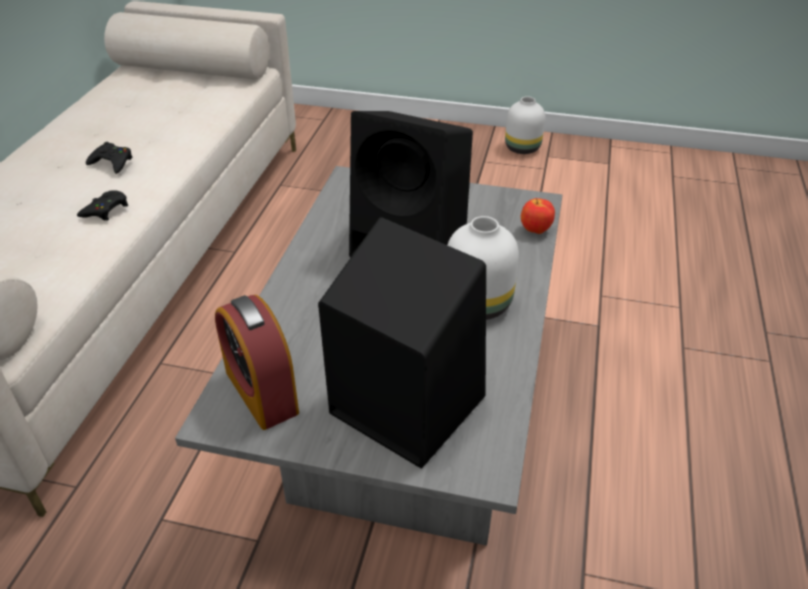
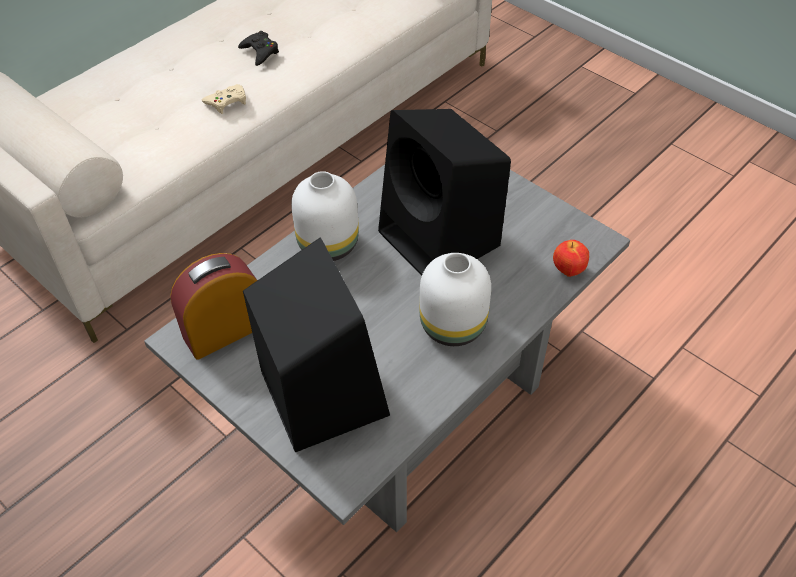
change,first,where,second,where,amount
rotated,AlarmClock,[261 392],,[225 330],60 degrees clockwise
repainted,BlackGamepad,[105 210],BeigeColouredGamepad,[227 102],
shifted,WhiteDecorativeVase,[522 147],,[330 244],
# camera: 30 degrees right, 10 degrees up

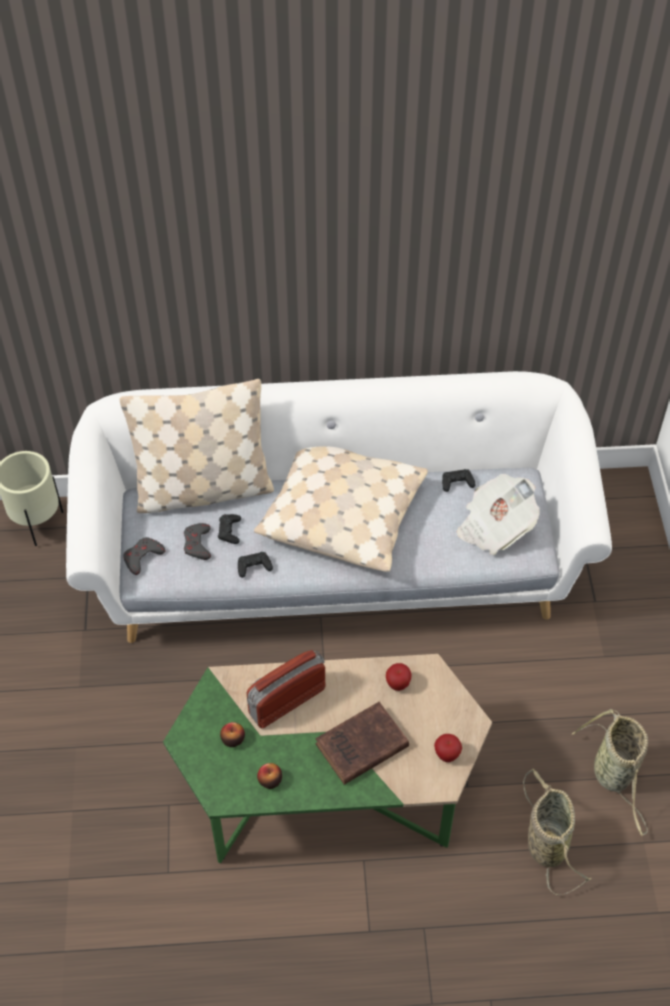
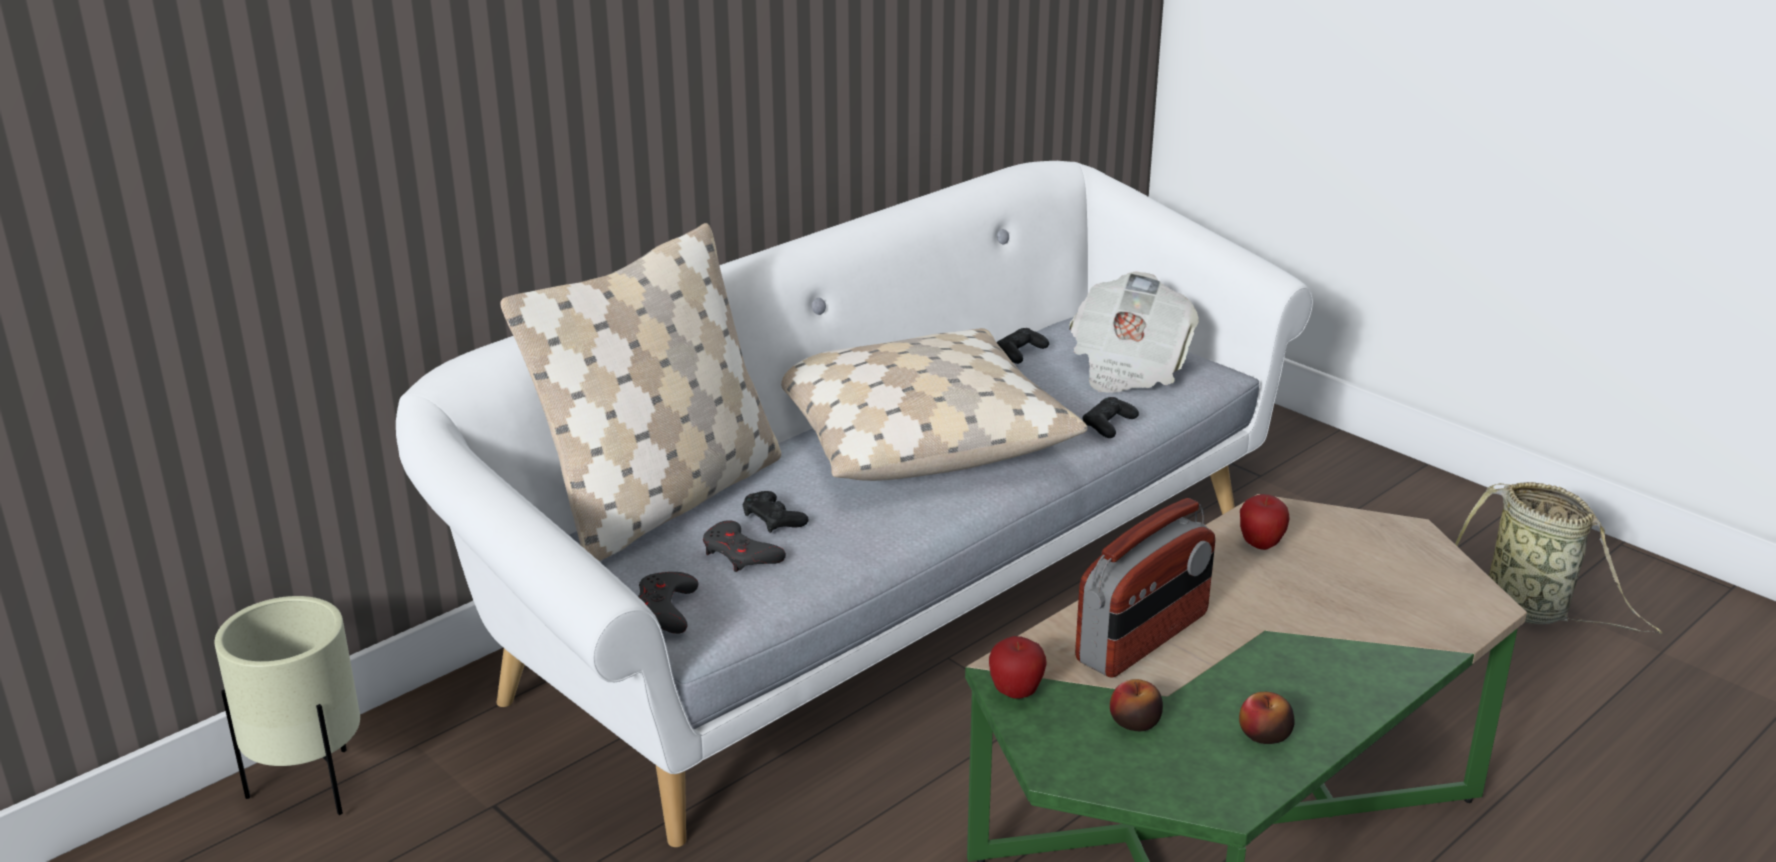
change,first,where,second,where,amount
shifted,WholeApple,[447 755],,[1016 693],
rotated,RadioSet,[286 701],,[1143 638],150 degrees counterclockwise
shifted,BlackGamepad,[254 567],,[1108 424],
gone,BrownColouredBoundBook,[359 747],,,
gone,Basket,[545 842],,,
# camera: 40 degrees left, 25 degrees down

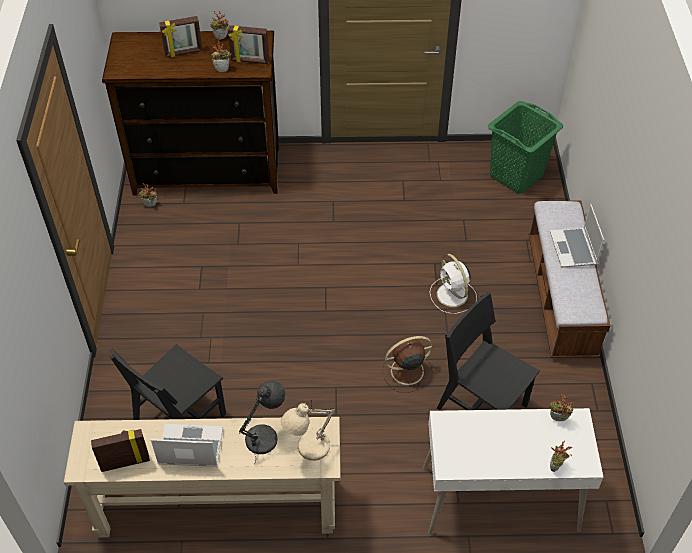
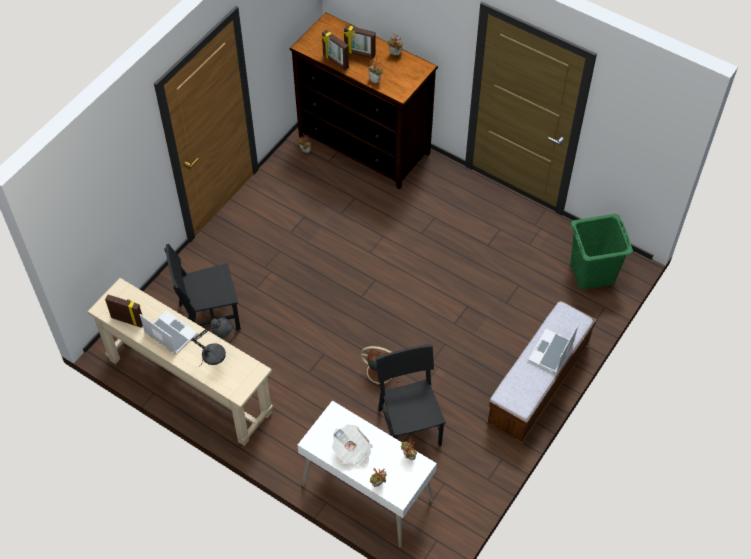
change,first,where,second,where,amount
shifted,PictureFrame,[250 61],,[335 62],
new,,,PrintedPaper,[353 452],
gone,BeigeColouredLampForATable,[309 448],,,
gone,WhiteElectricFan,[453 296],,,
# camera: 35 degrees right, 5 degrees up

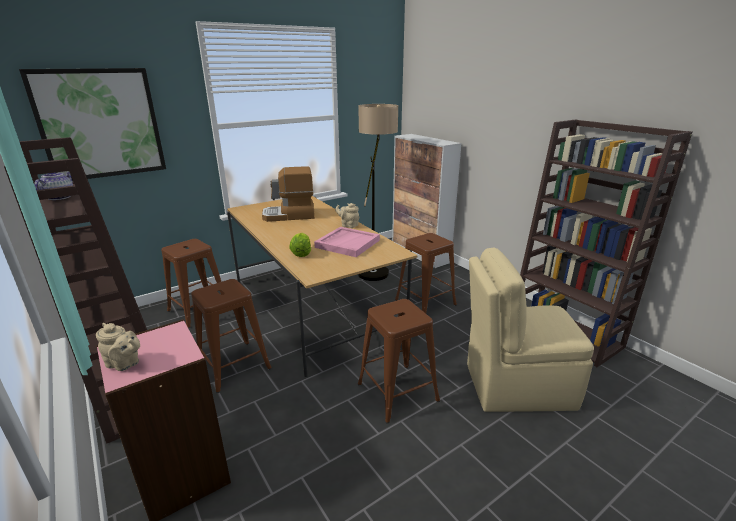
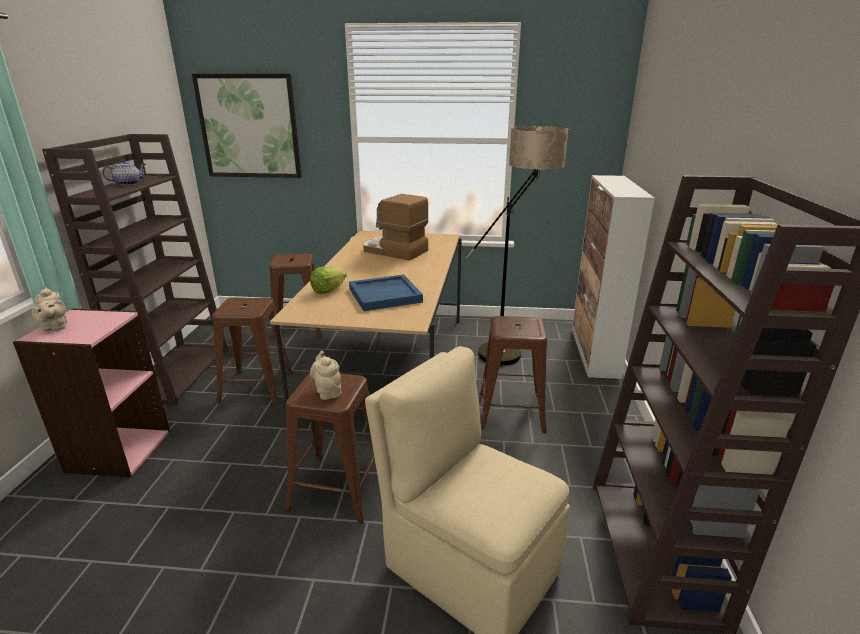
change,first,where,second,where,amount
shifted,BeigeColouredTeapot,[348 225],,[328 391],
repainted,PinkColouredCarryingTray,[347 243],BlueColouredCarryingTray,[385 295],
# camera: 40 degrees right, 0 degrees up

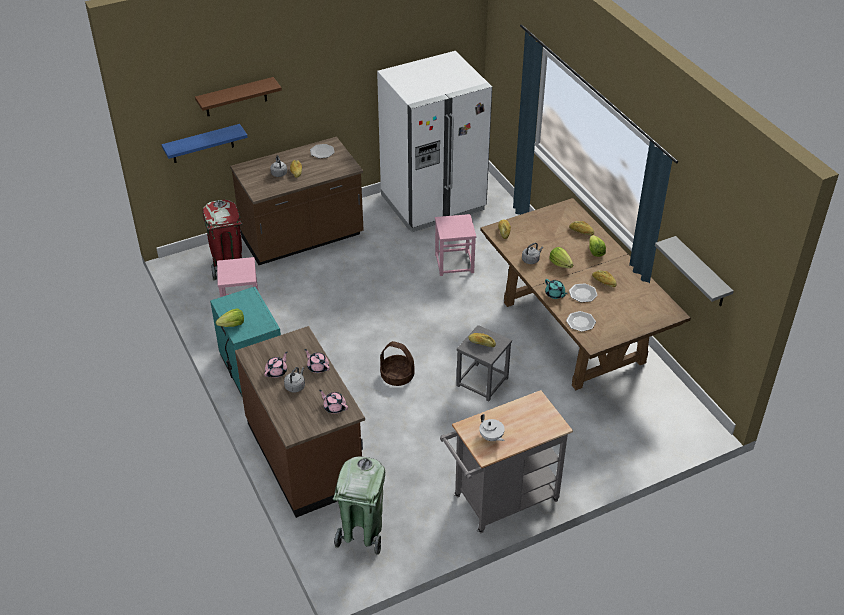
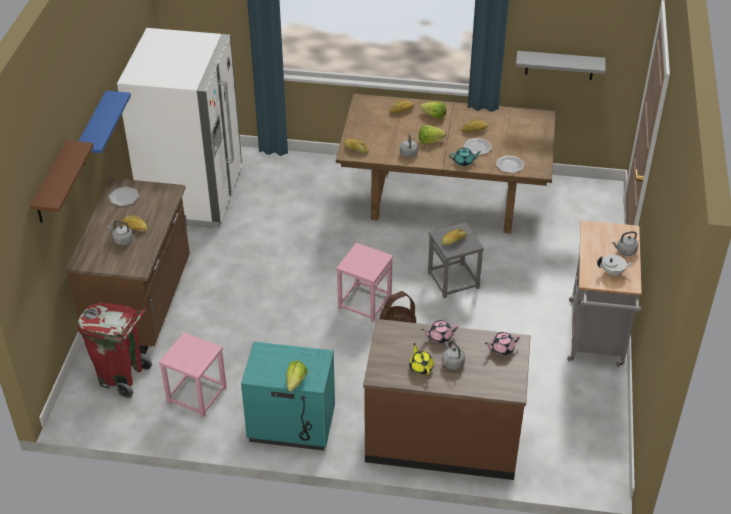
change,first,where,second,where,amount
shifted,BlueColouredWallShelf,[202 144],,[93 130],
shifted,PinkColouredSittingStool,[454 263],,[364 302],
repainted,PinkColouredTeapot,[277 371],YellowishTeapot,[421 367],
new,,,GreyishKettle,[625 251],
gone,GreenishRubbishBin,[362 533],,,
# camera: 55 degrees left, 0 degrees up

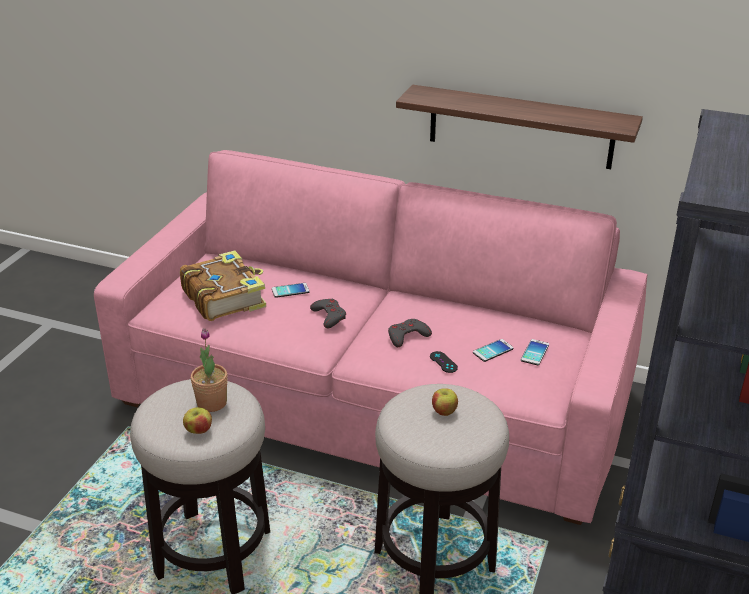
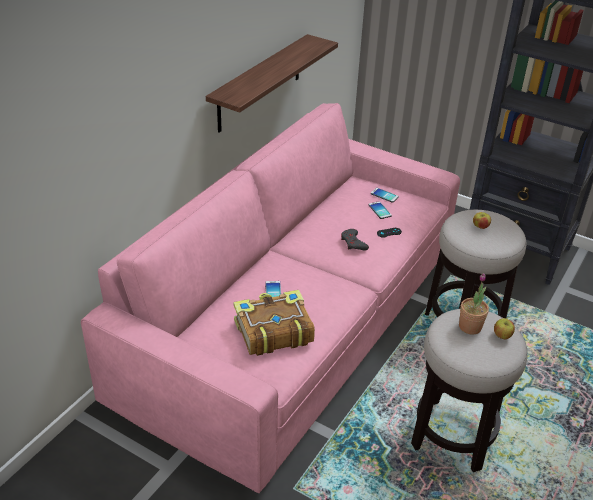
change,first,where,second,where,amount
gone,GreyishGamepad,[329 316],,,
# camera: 80 degrees left, 5 degrees up

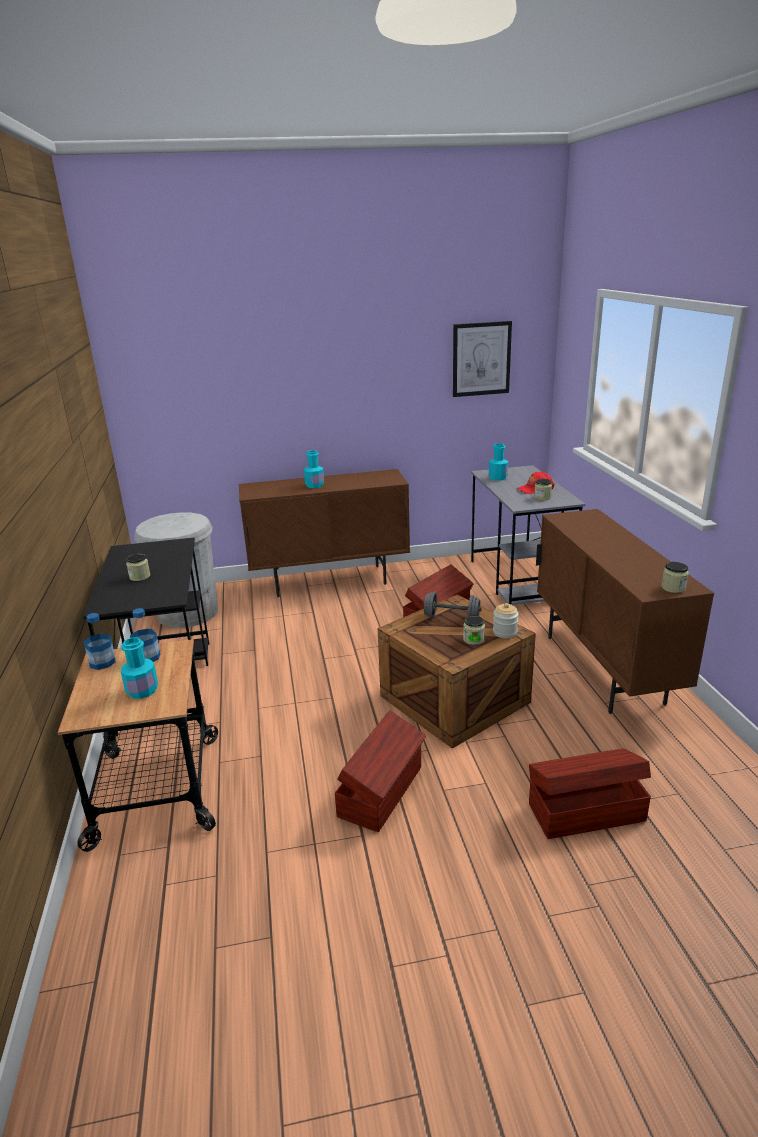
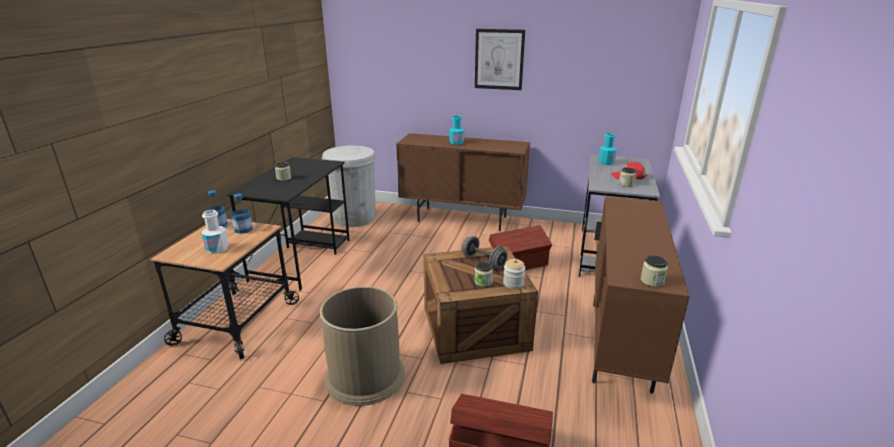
change,first,where,second,where,amount
repainted,TurquoiseBottle,[142 690],WhiteBottle,[217 248],
swapped,BrownColouredStorageBox,[382 791],BrownColouredRubbishBin,[365 375],
shifted,Picture,[481 359],,[499 59],
# camera: 25 degrees right, 0 degrees up

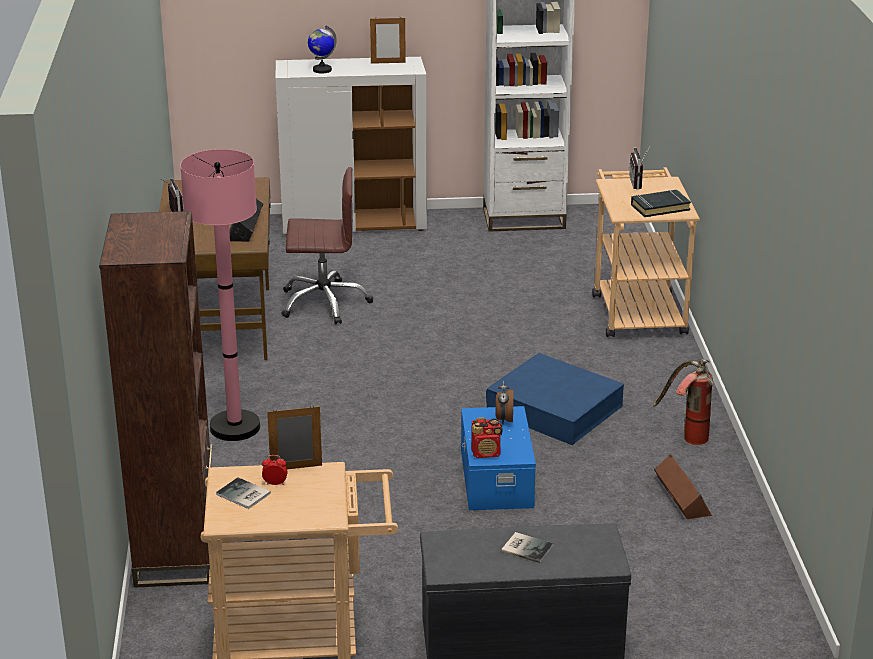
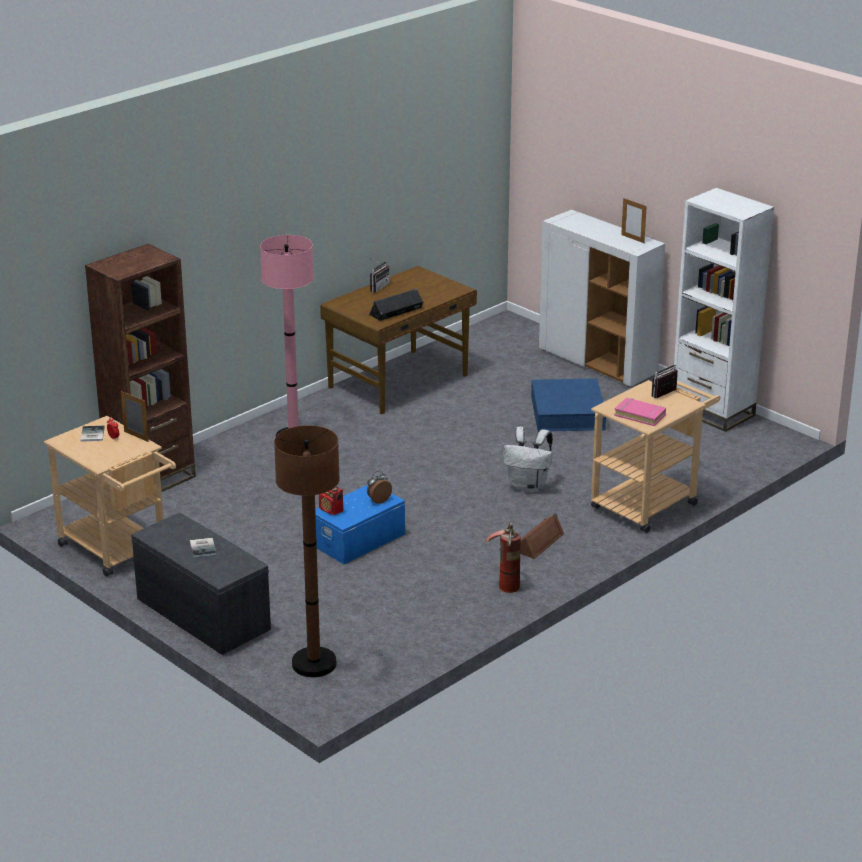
change,first,where,second,where,amount
new,,,BrownColouredStandardLamp,[314 664],
new,,,WhiteBackpack,[528 486],
shifted,BrownColouredSpeaker,[680 497],,[538 542],
shifted,BlueColouredStorageBox,[554 409],,[567 413],
repainted,BlackBoundBook,[660 207],PinkColouredBoundBook,[640 415],
gone,BrownColouredOfficeChair,[324 302],,,
gone,WorldGlobe,[322 70],,,
# camera: 50 degrees right, 0 degrees up

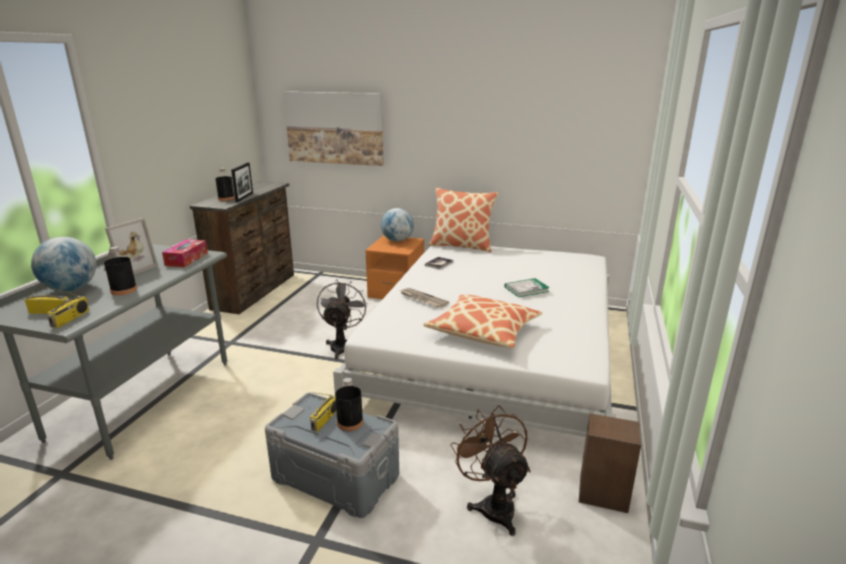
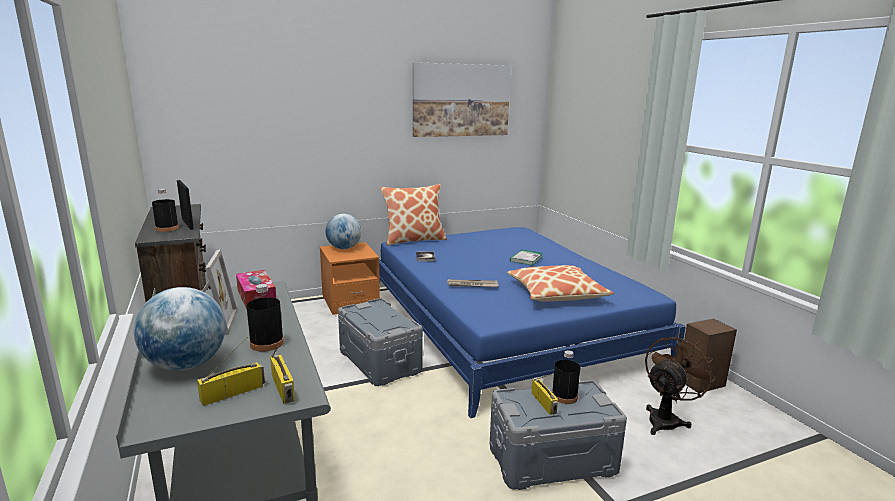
change,first,where,second,where,amount
swapped,GreyishElectricFan,[342 345],GreyishStorageBox,[379 361],
repainted,WhiteBedroomBed,[494 351],BlueColouredBedroomBed,[504 323],
shifted,Picture,[334 128],,[461 100],
rotated,BrownColouredElectricFan,[493 505],,[666 419],105 degrees clockwise
# camera: 40 degrees left, 5 degrees down

